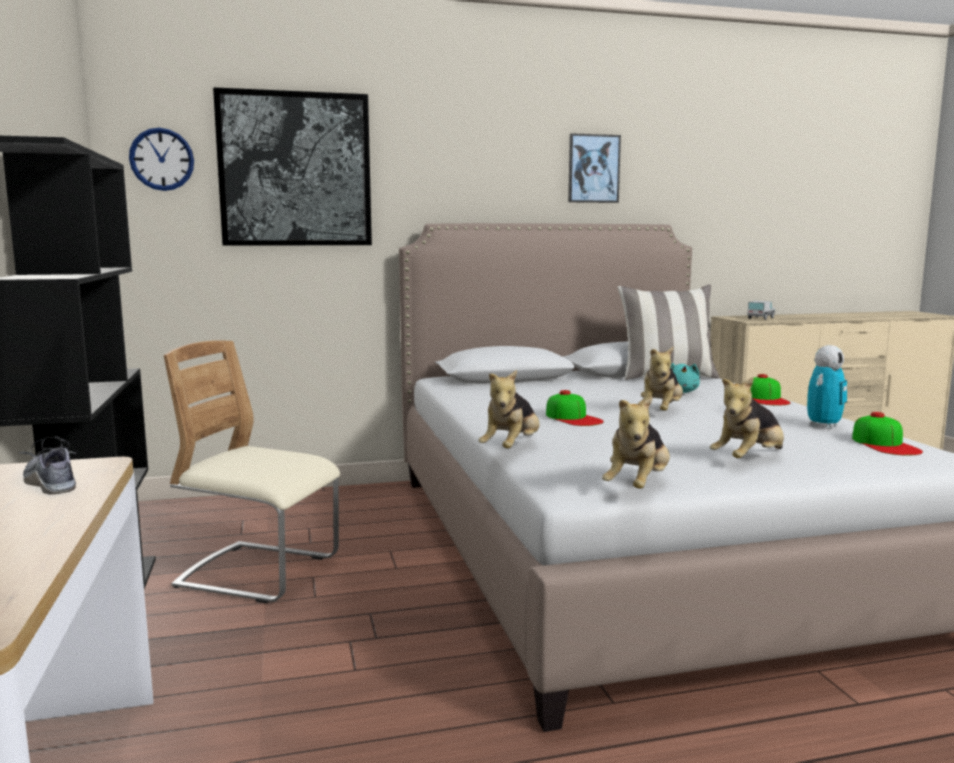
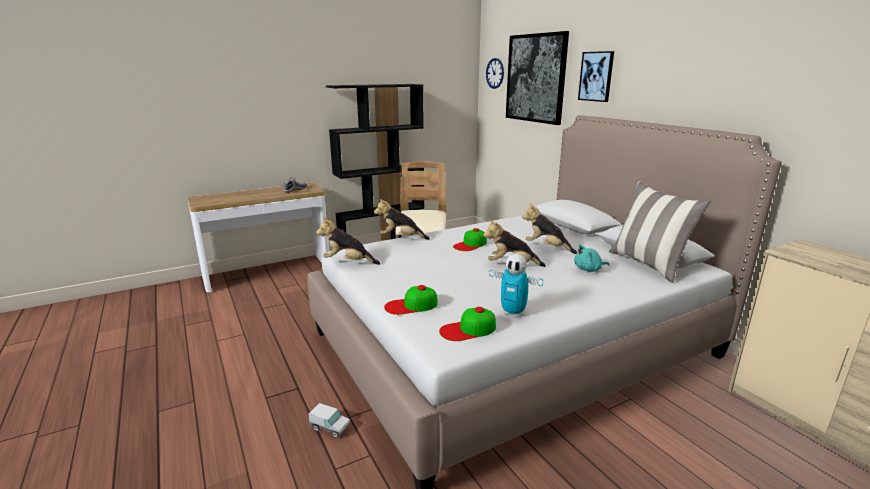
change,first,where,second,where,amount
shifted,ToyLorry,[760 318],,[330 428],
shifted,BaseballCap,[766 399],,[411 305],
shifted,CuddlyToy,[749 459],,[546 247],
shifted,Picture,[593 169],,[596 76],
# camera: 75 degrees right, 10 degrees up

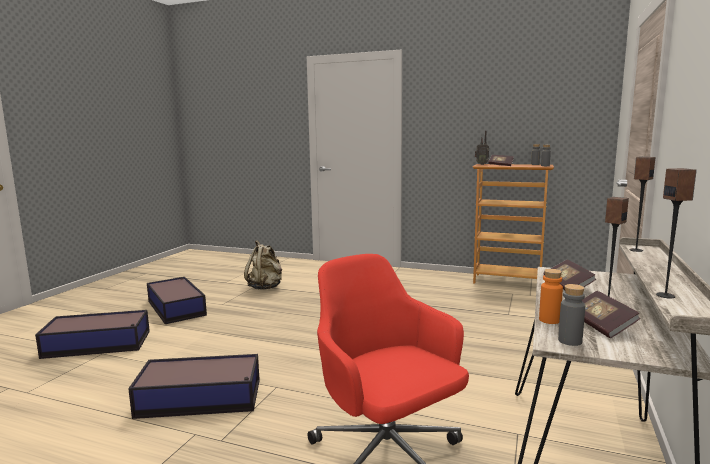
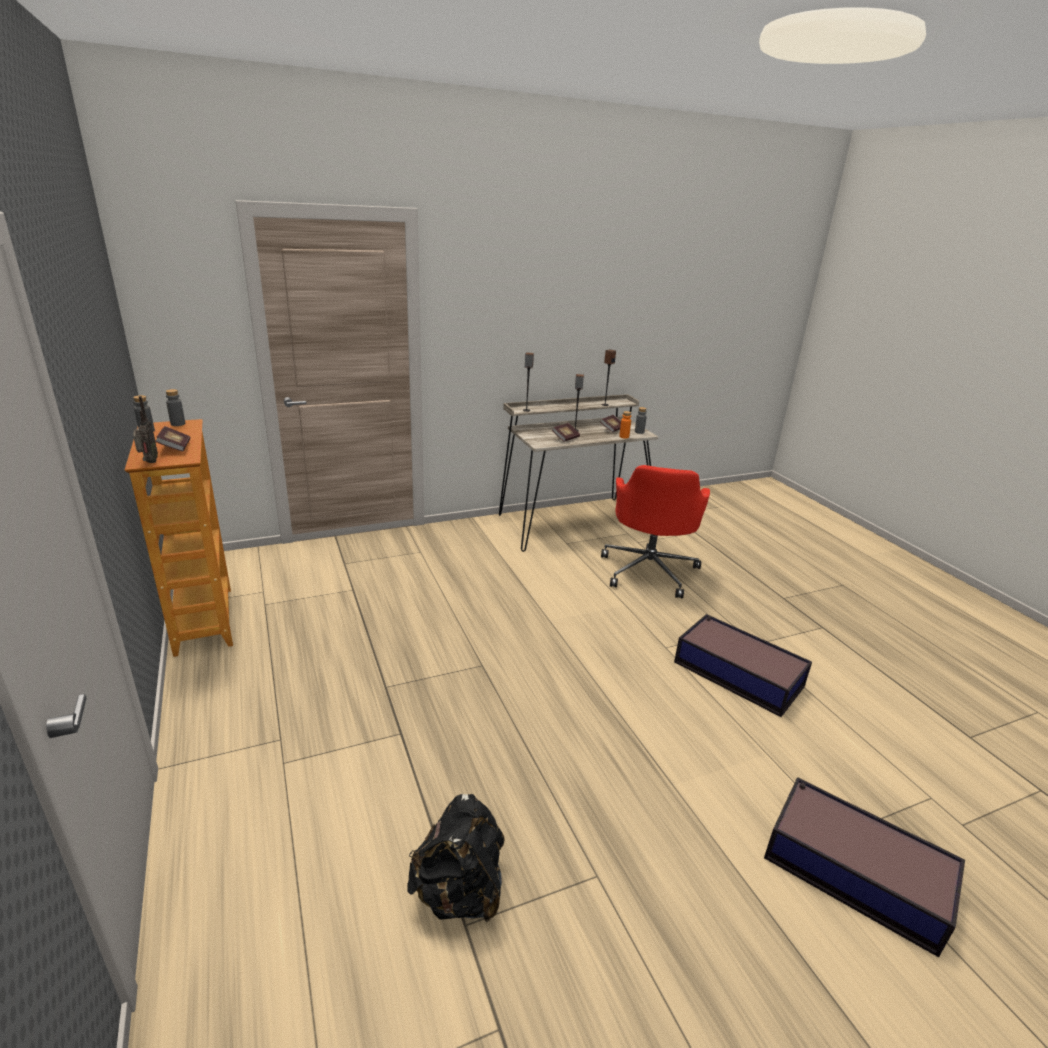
change,first,where,second,where,amount
repainted,BeigeColouredBackpack,[266 287],BlackBackpack,[460 892],
gone,StorageBox,[176 307],,,
# camera: 135 degrees left, 15 degrees up

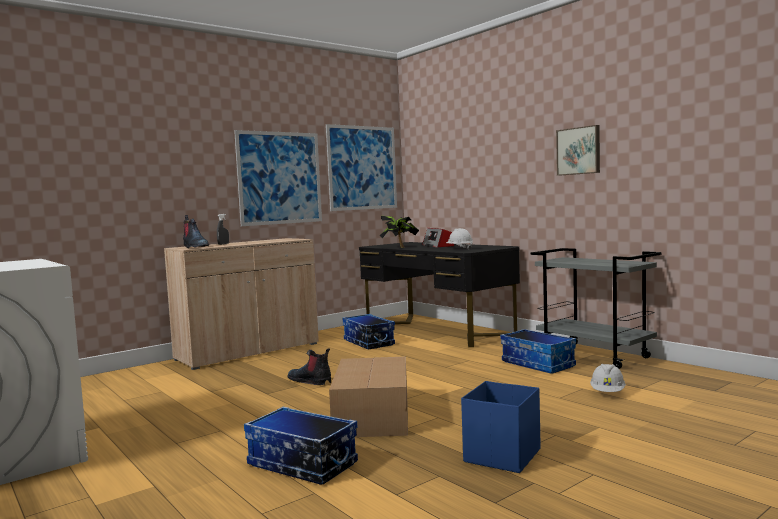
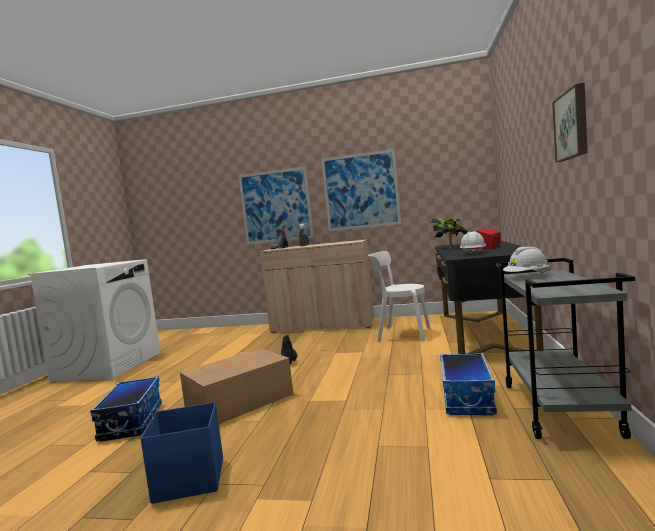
change,first,where,second,where,amount
shifted,Picture,[362 168],,[276 206],
swapped,StorageBox,[368 342],WhitePlainChair,[401 334],
shifted,WhiteSafetyHelmet,[608 393],,[527 277],
# camera: 50 degrees right, 0 degrees up

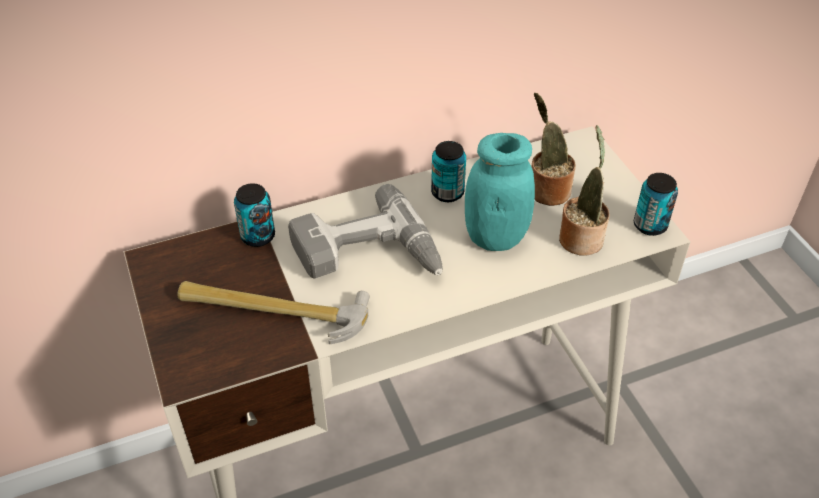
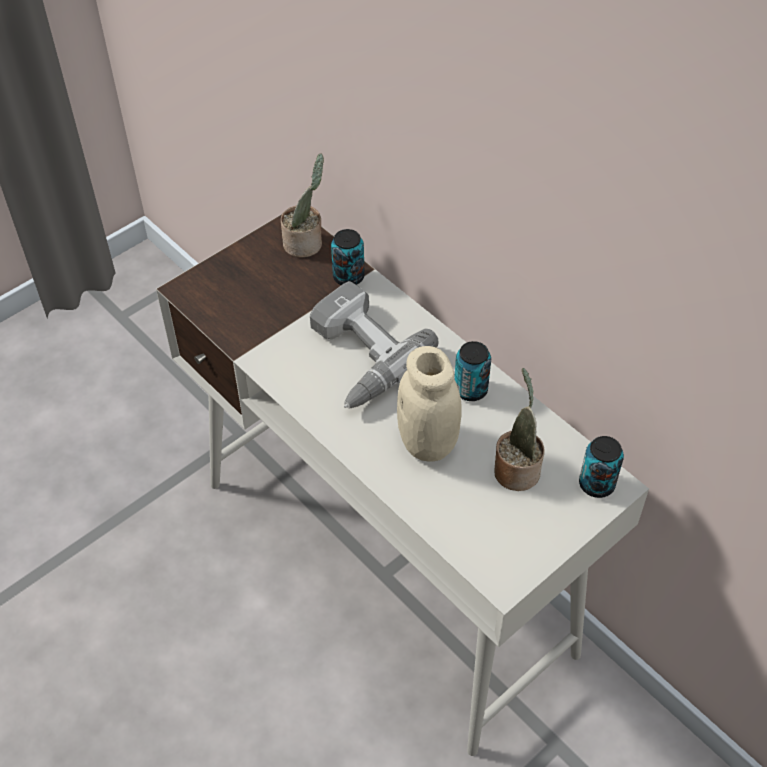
change,first,where,second,where,amount
shifted,PlantInAPot,[581 237],,[305 243],
repainted,TurquoiseJar,[495 237],BeigeColouredJar,[427 443],
shifted,SealedCan,[650 225],,[596 484],
gone,HandHammer,[273 310],,,
# camera: 70 degrees right, 5 degrees up

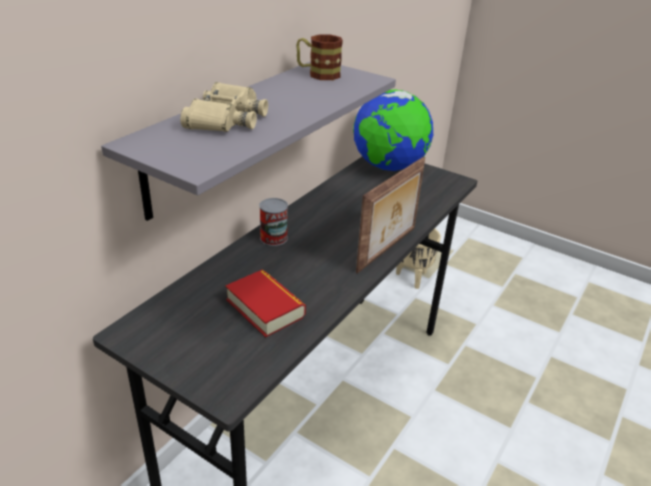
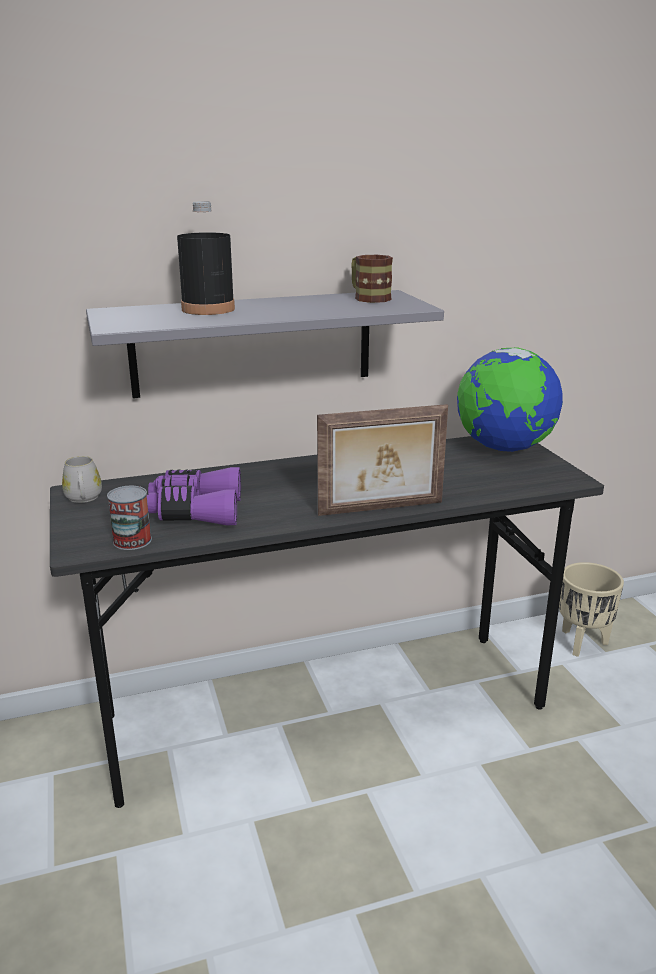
change,first,where,second,where,amount
new,,,WhiteMug,[84 499],
shifted,SealedCan,[273 238],,[132 541],
swapped,BoundBook,[265 308],PurpleColouredFieldGlasses,[195 511],
swapped,BeigeColouredFieldGlasses,[226 118],BlackBottle,[208 309],
# camera: 40 degrees right, 10 degrees down

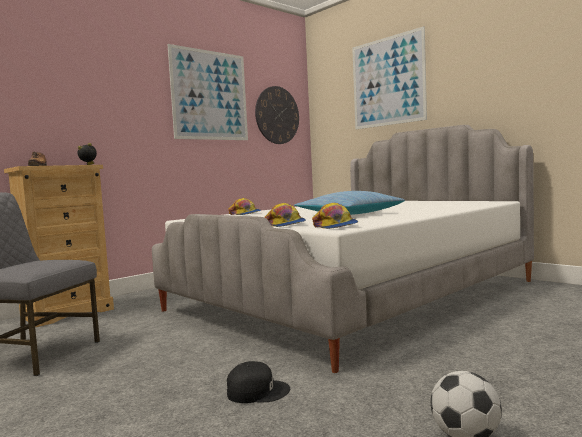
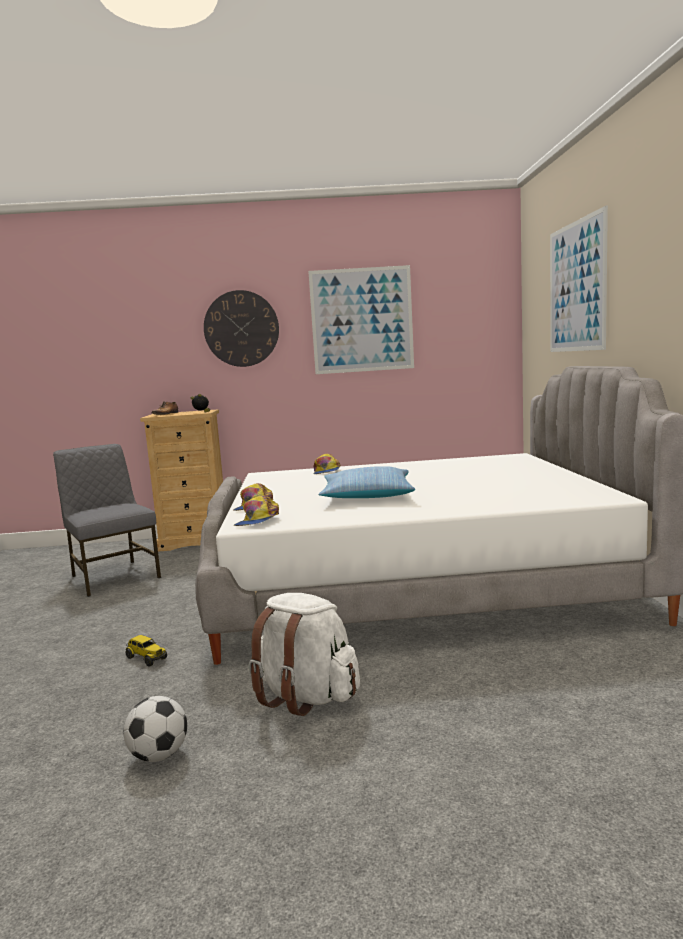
change,first,where,second,where,amount
swapped,BlackBaseballCap,[257 391],ToyLorry,[146 658],
shifted,WallClock,[277 115],,[241 328],
new,,,WhiteBackpack,[306 696],
# camera: 40 degrees right, 5 degrees up

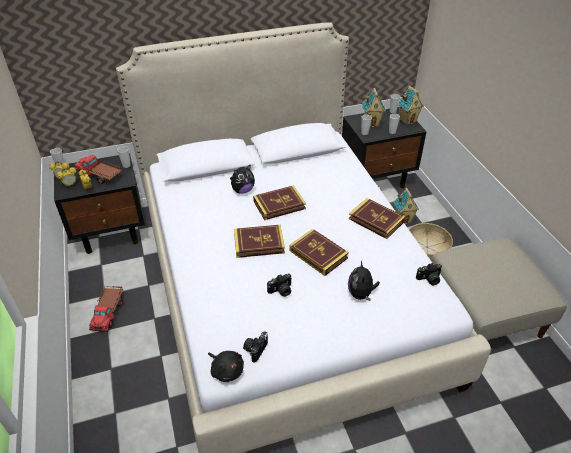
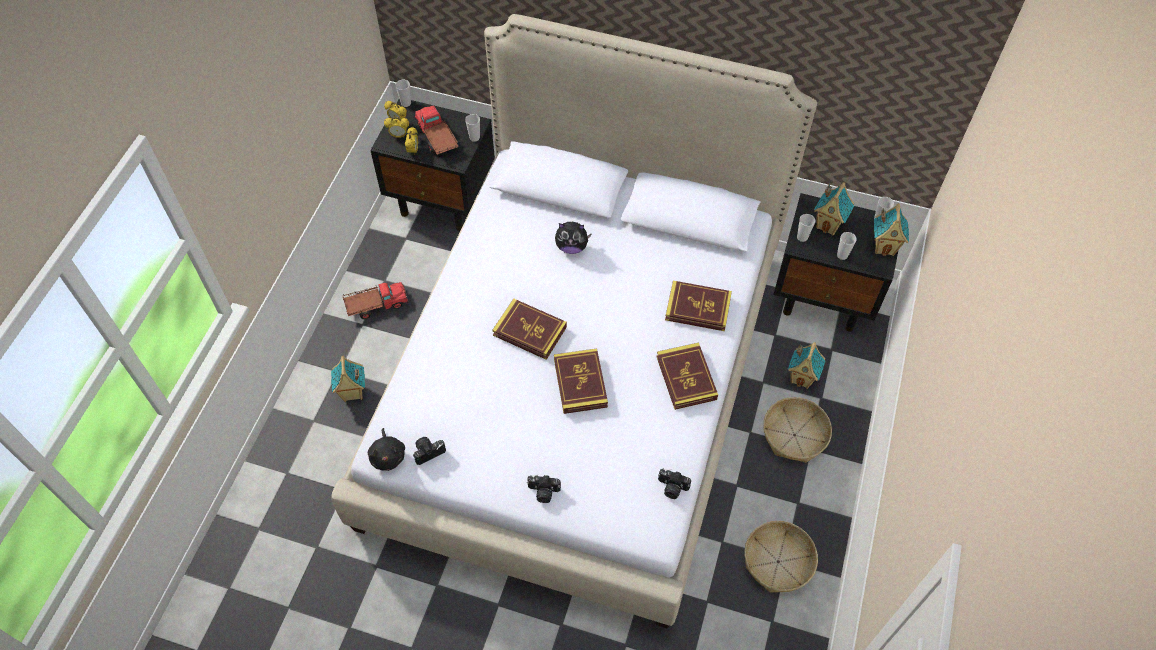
change,first,where,second,where,amount
new,,,ModelHouse,[352 393],
rotated,ToyLorry,[108 312],,[376 304],150 degrees counterclockwise
shifted,StillCamera,[281 291],,[543 492],
shifted,BoundBook,[279 205],,[698 308],
swapped,BeigeColouredPouffe,[484 313],Basket,[778 562],
gone,CuddlyToy,[361 294],,,
# camera: 35 degrees right, 15 degrees up

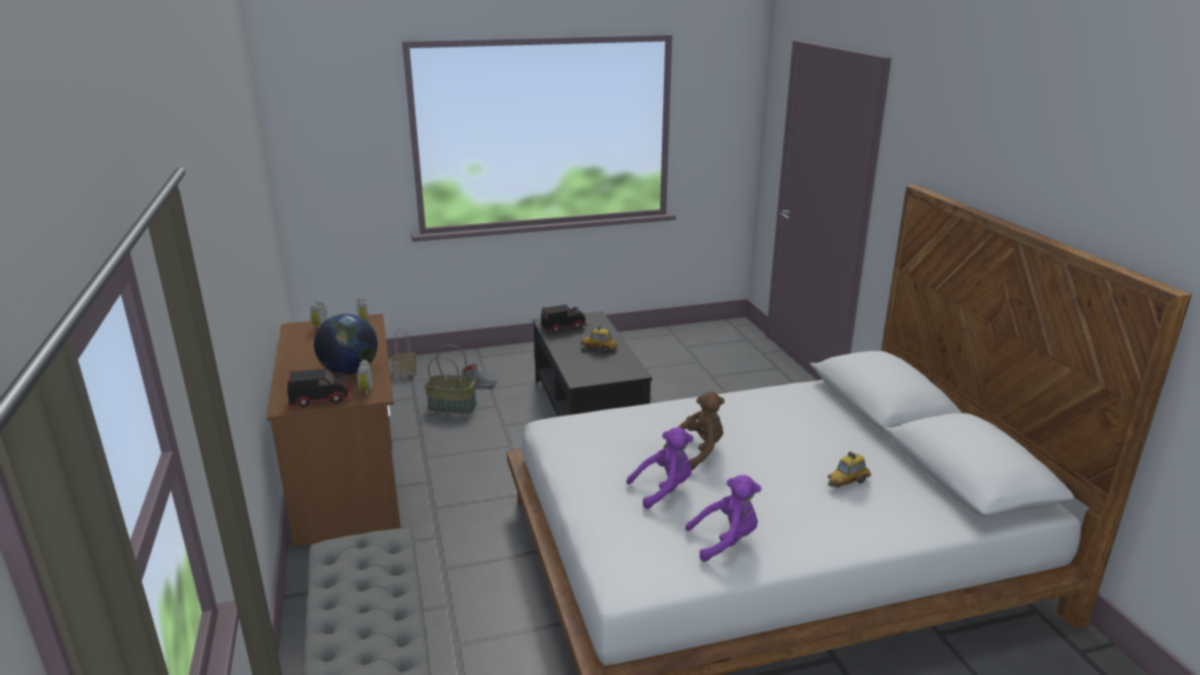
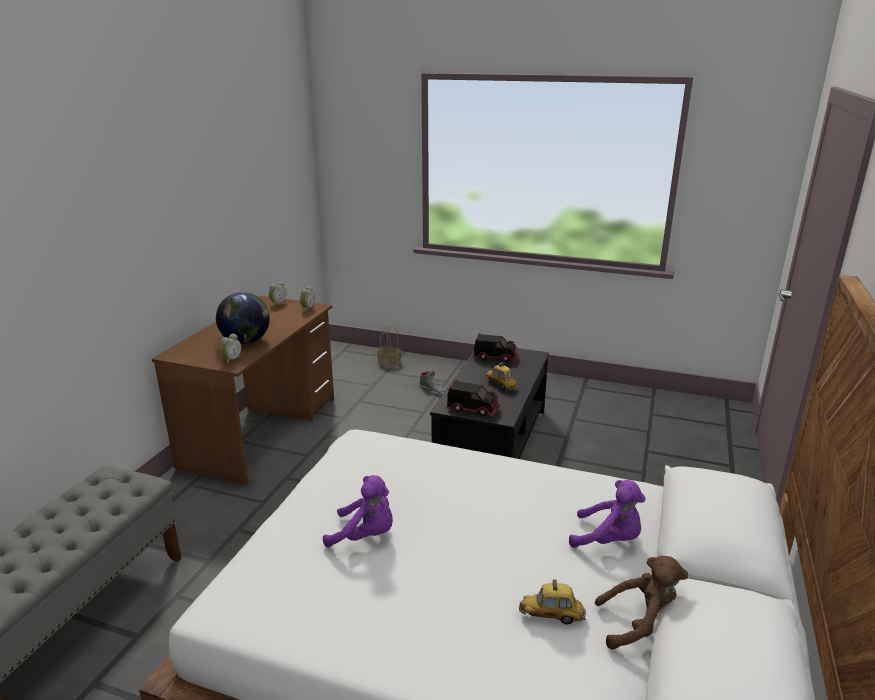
change,first,where,second,where,amount
shifted,ToyLorry,[321 399],,[473 409],
shifted,PurpleColouredCuddlyToy,[726 541],,[608 540],
shifted,BrownColouredCuddlyToy,[698 451],,[641 625],
gone,Basket,[453 406],,,
# camera: 35 degrees right, 0 degrees up

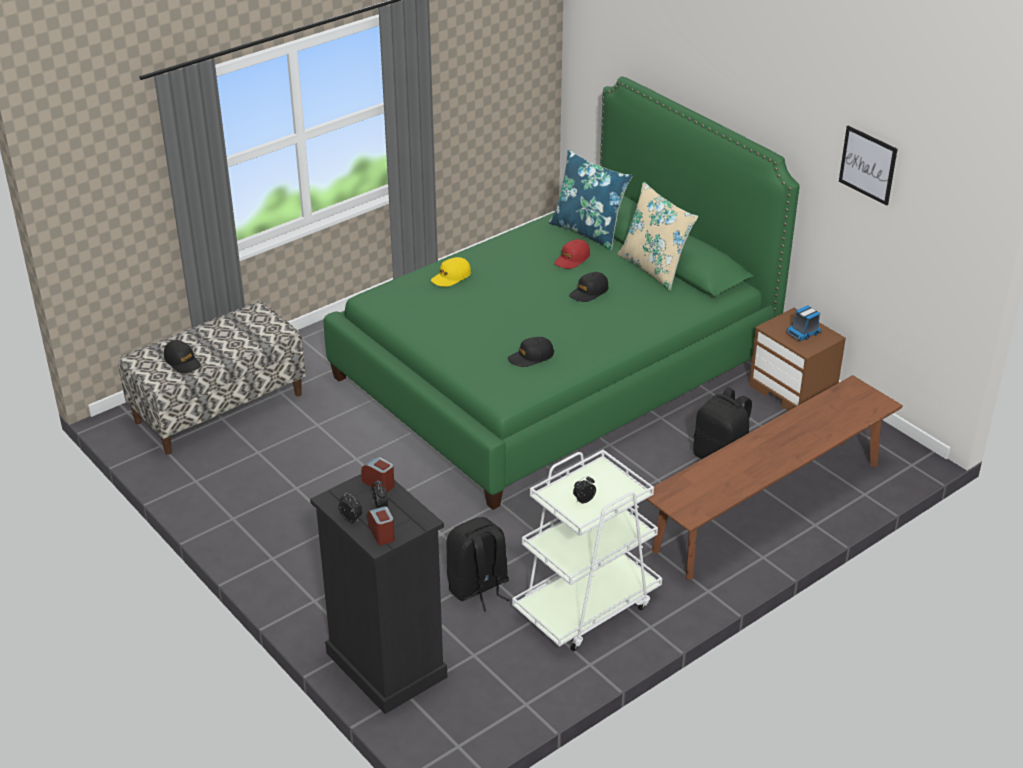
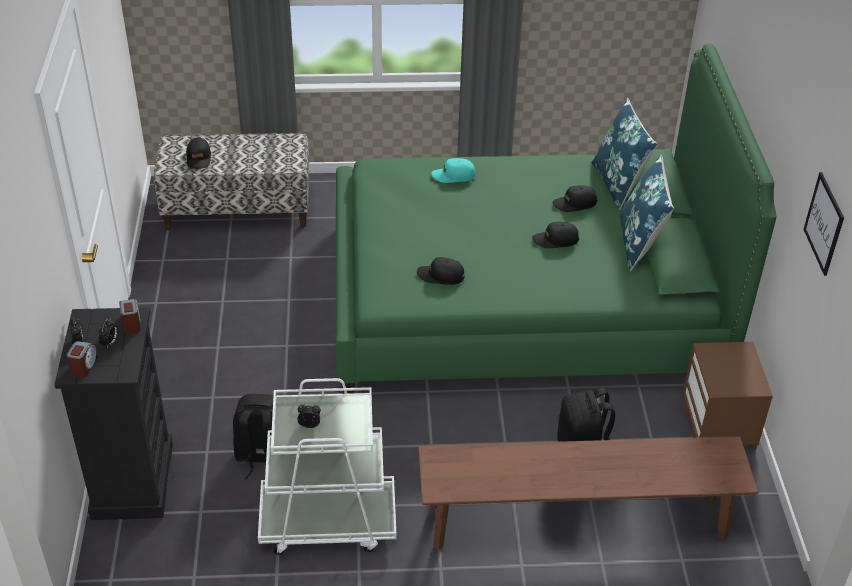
change,first,where,second,where,amount
repainted,YellowishBaseballCap,[451 277],TurquoiseBaseballCap,[453 175],
repainted,ReddishBaseballCap,[572 259],BlackBaseballCap,[574 203],
repainted,BeigeColouredPillow,[654 268],BlueColouredPillow,[640 243],
gone,ToyLorry,[803 333],,,
# camera: 35 degrees right, 5 degrees up

